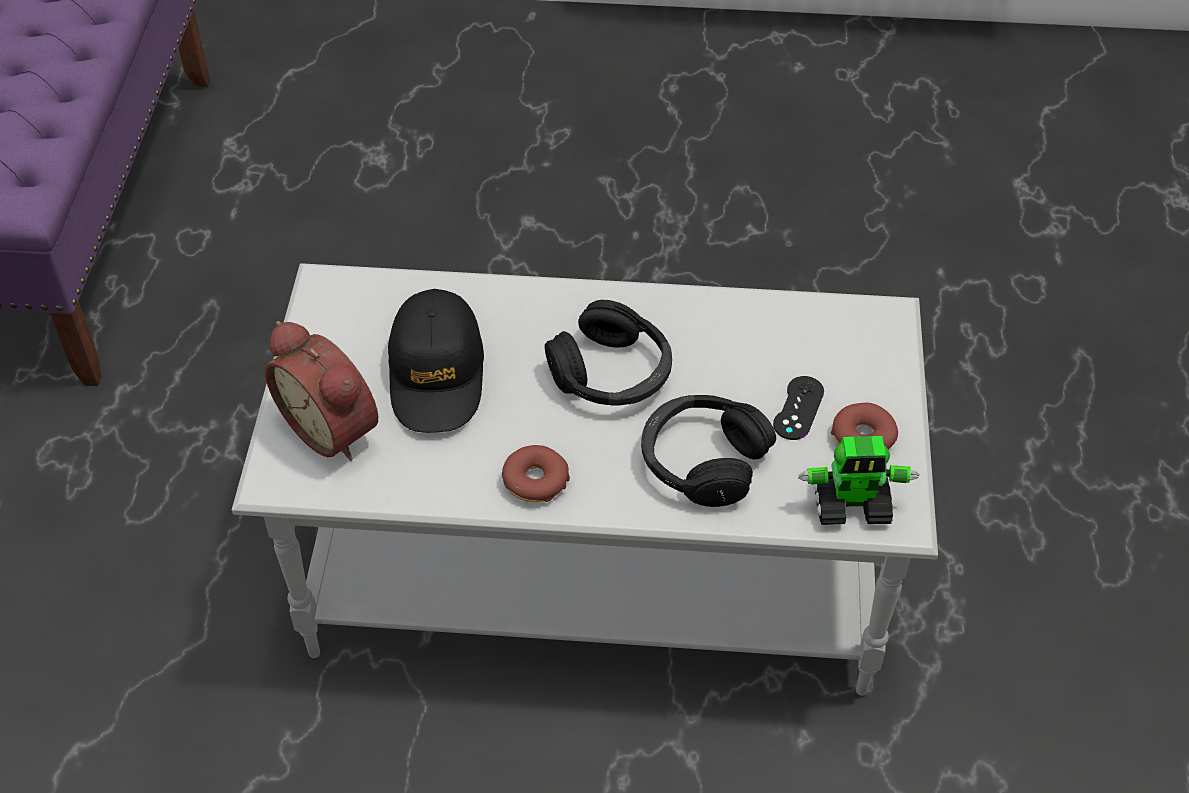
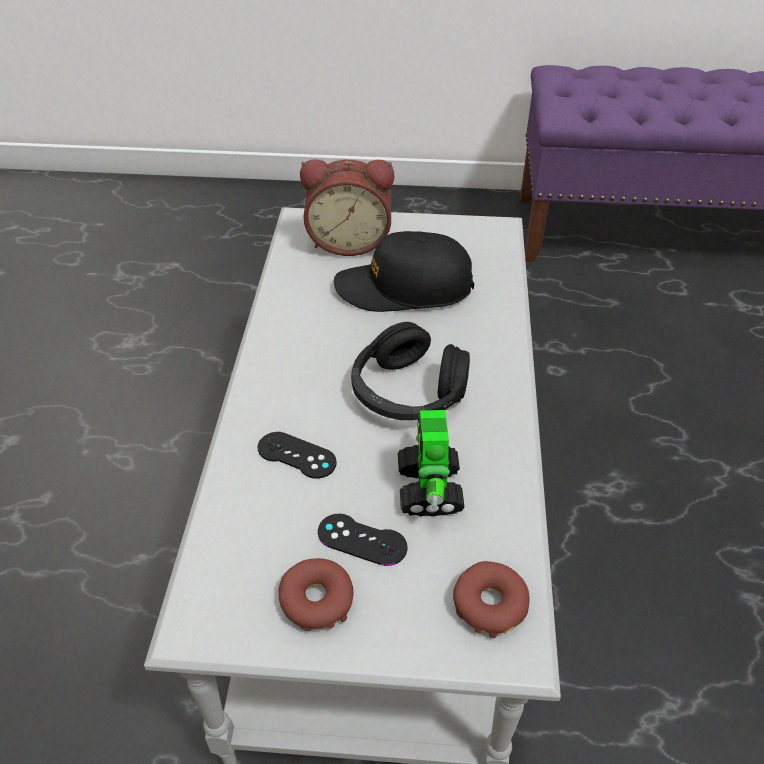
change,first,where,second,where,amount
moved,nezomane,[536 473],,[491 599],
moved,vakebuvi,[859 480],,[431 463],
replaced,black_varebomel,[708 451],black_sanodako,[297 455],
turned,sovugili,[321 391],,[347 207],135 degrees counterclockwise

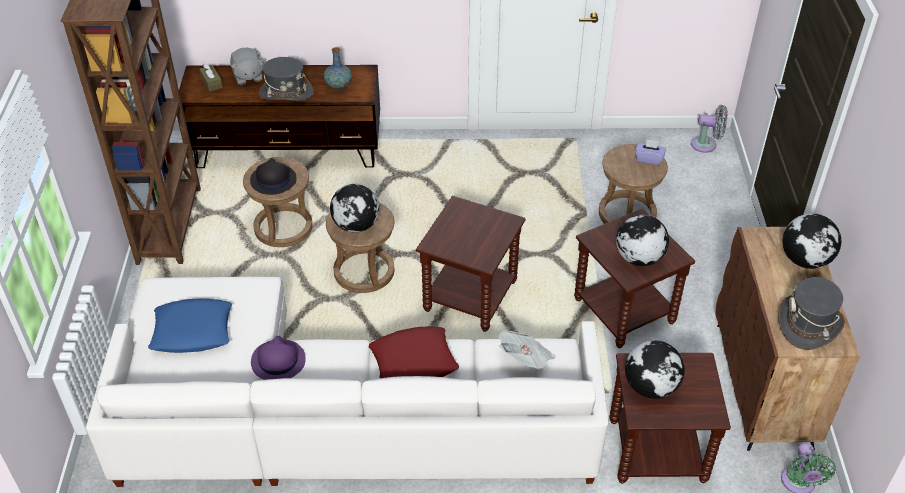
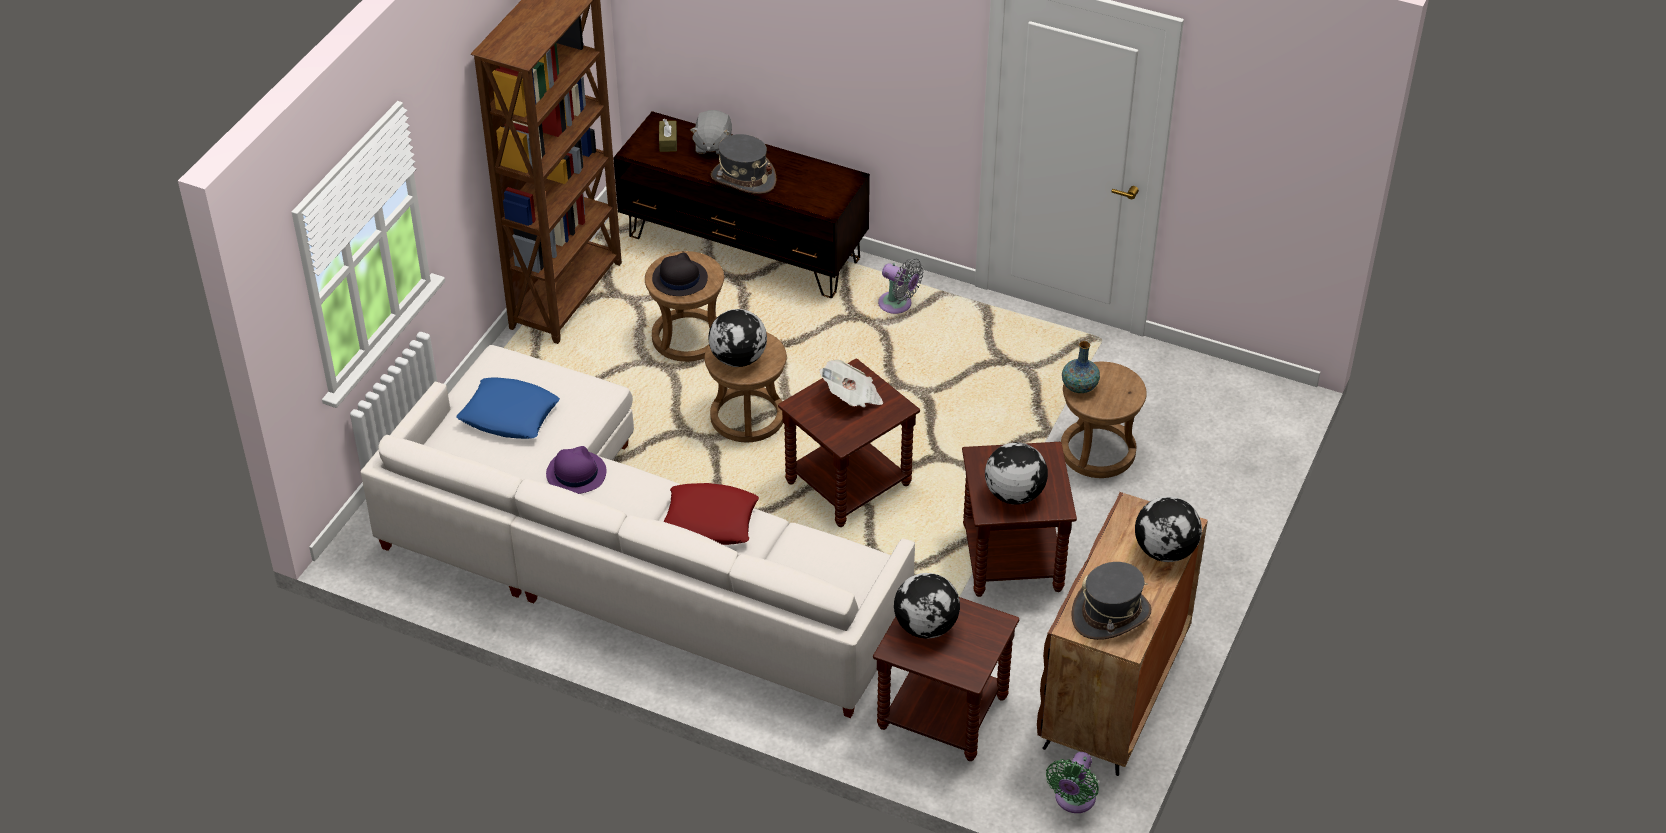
change,first,where,second,where,amount
removed,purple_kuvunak,[650 152],,,
moved,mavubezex,[338 68],,[1081 367],
moved,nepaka,[527 350],,[851 384],
moved,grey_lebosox,[709 129],,[901 286],

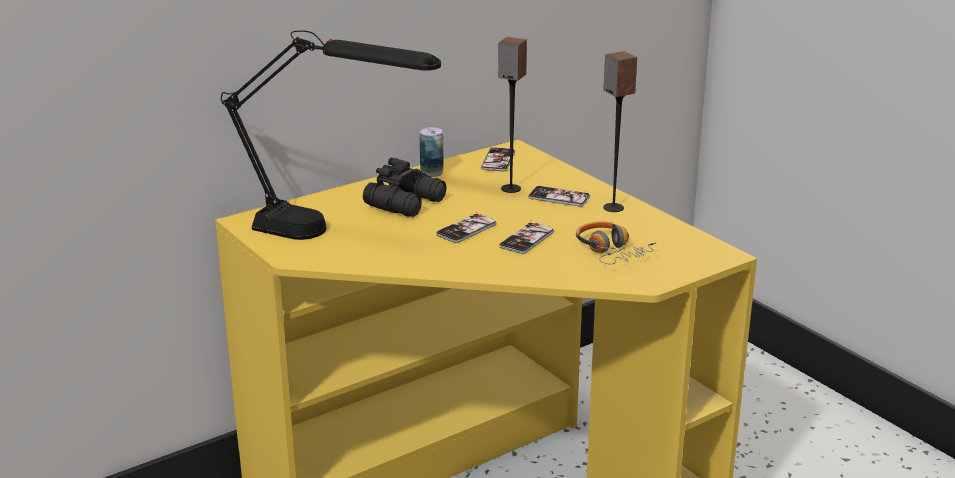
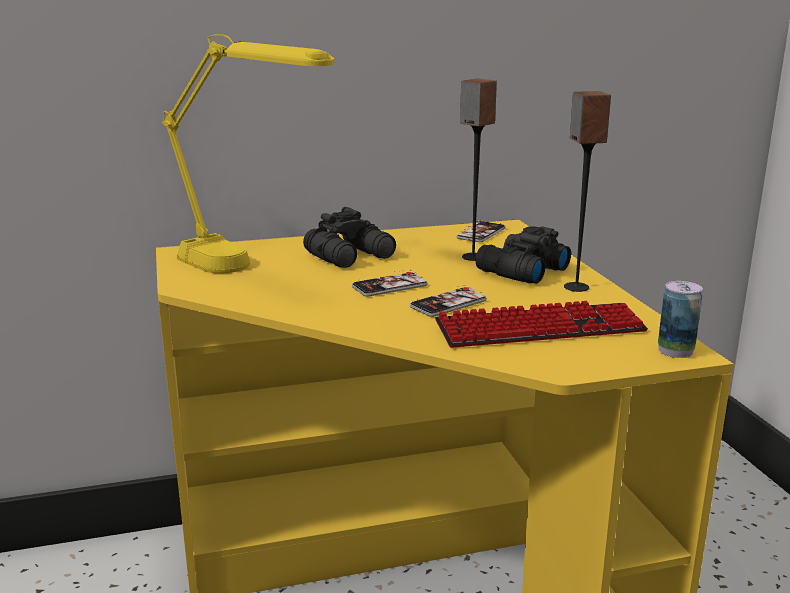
change,first,where,second,where,amount
moved,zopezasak,[432 152],,[680 319],
replaced,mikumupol,[559 196],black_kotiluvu,[523 255],
replaced,varebomel,[616 242],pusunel,[541 324],
recoloured,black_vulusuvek,[331 135],yellow_vulusuvek,[248 153],

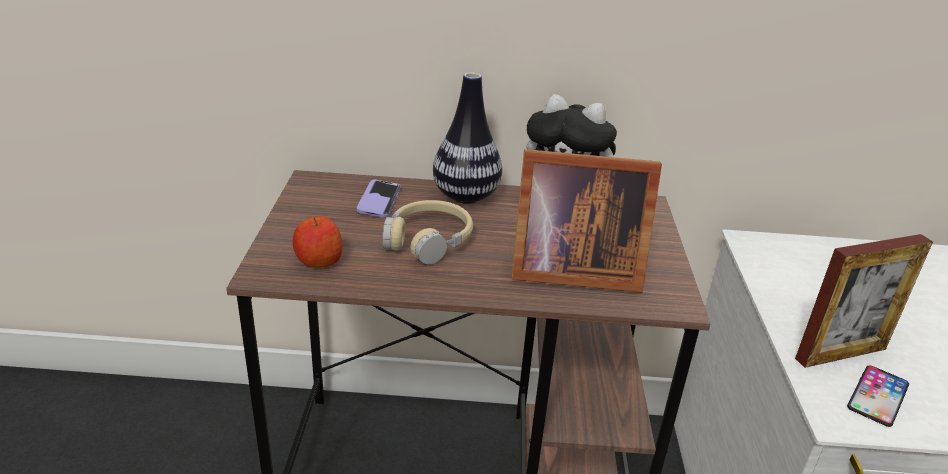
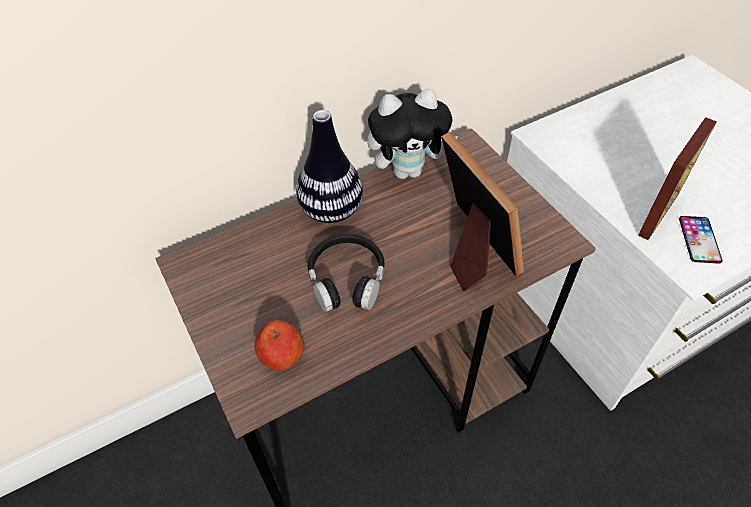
change,first,where,second,where,amount
removed,mikumupol,[378 199],,,
recoloured,beige_varebomel,[427 232],black_varebomel,[346 273],
turned,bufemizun,[586 221],,[482 211],90 degrees counterclockwise

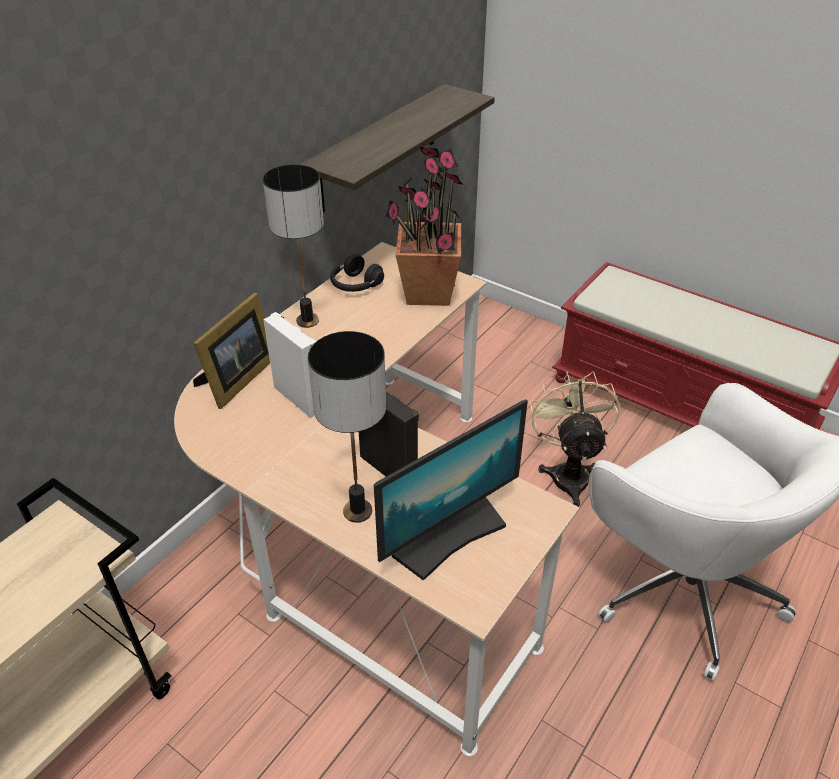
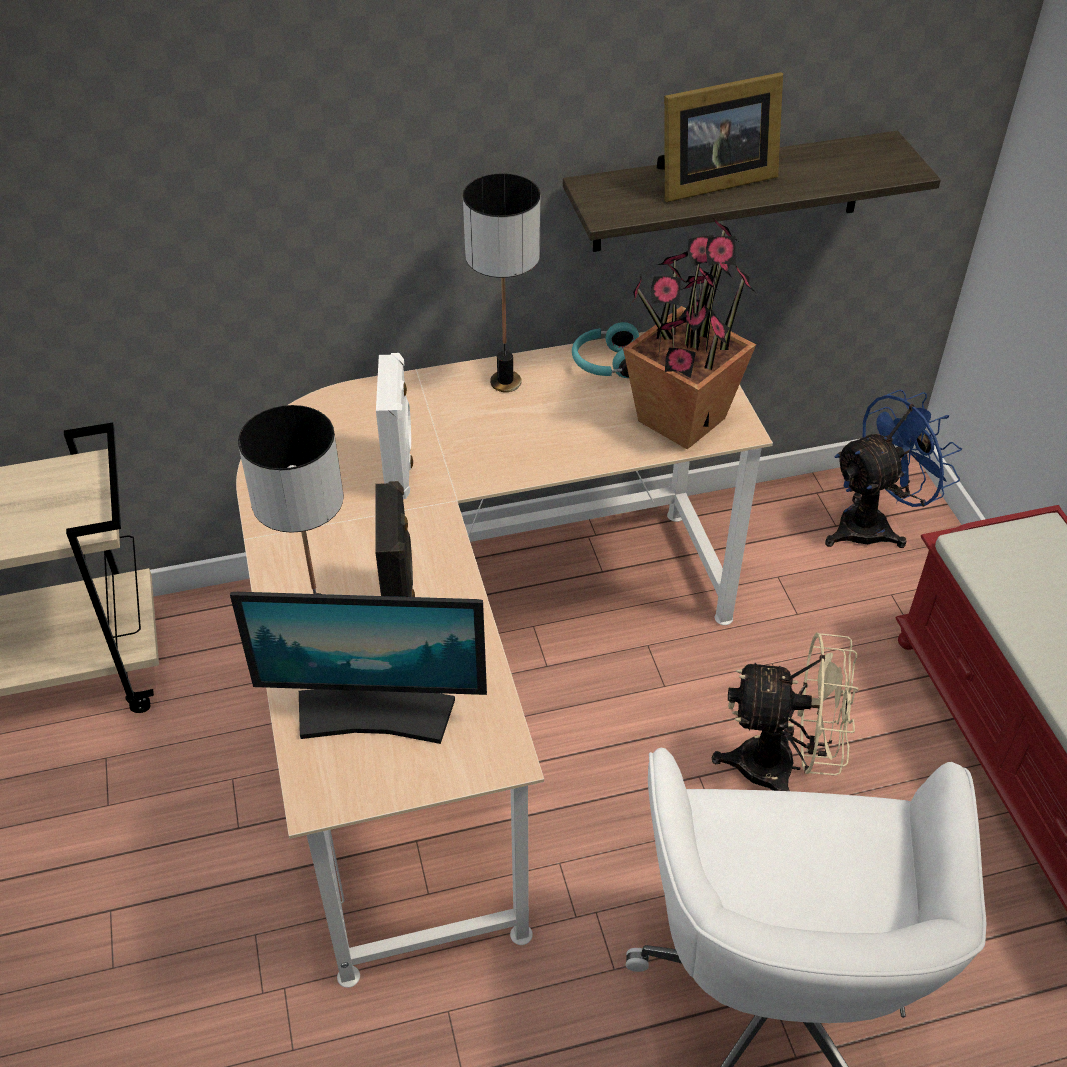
change,first,where,second,where,amount
added,,,blue_lebosox,[893 469],
moved,bufemizun,[231 351],,[720 137],
recoloured,black_varebomel,[357 273],turquoise_varebomel,[605 350],
turned,beige_lebosox,[575 439],,[785 712],60 degrees clockwise

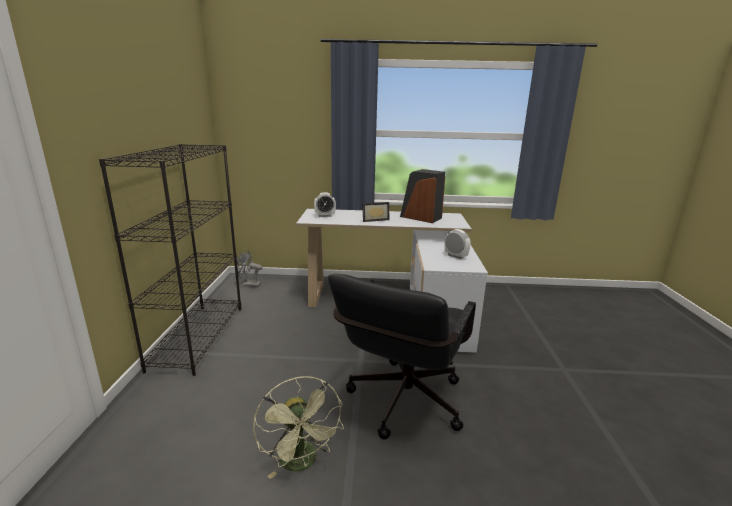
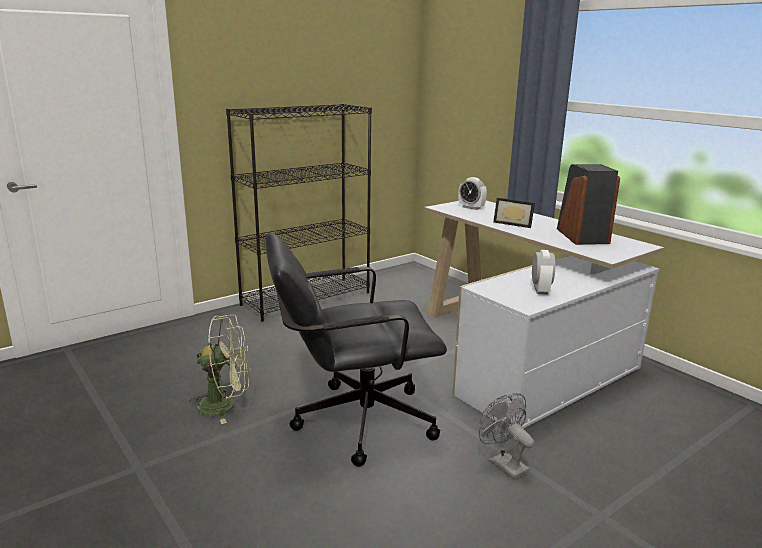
change,first,where,second,where,amount
moved,grey_lebosox,[249 268],,[506 436],
turned,green_lebosox,[298 427],,[220 369],120 degrees counterclockwise

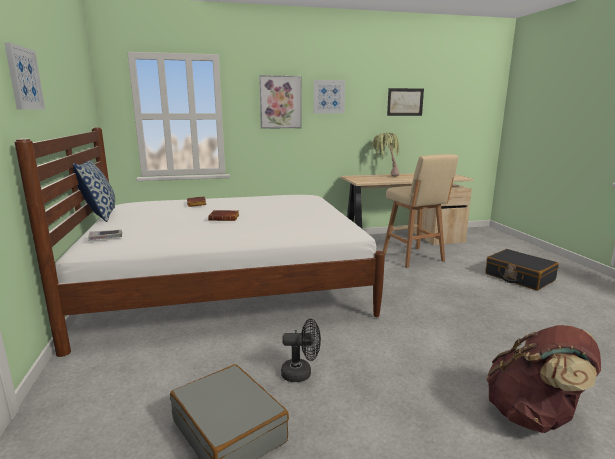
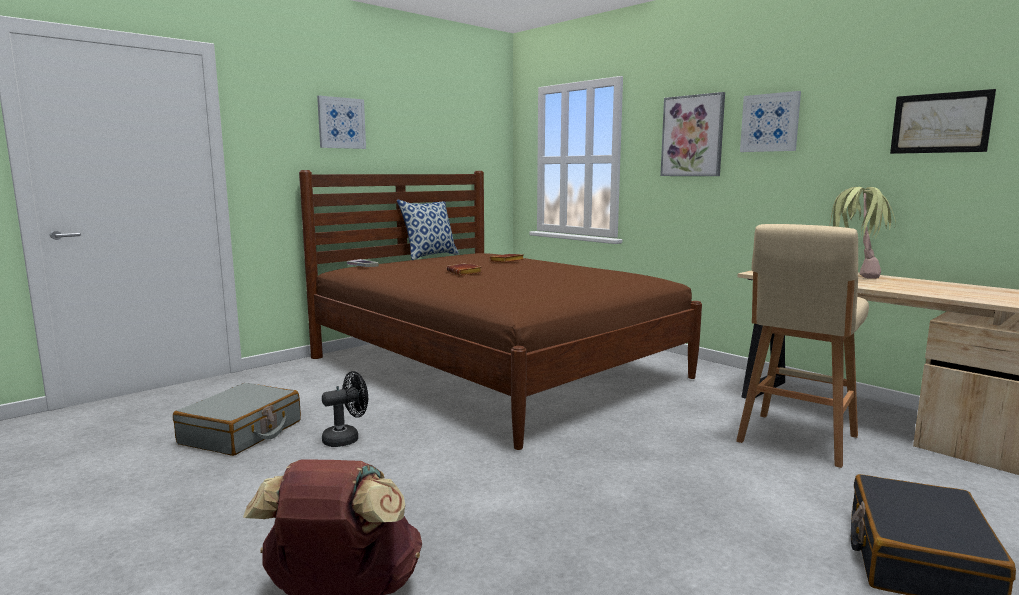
change,first,where,second,where,amount
recoloured,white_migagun,[199 242],brown_migagun,[500 310],
turned,black_lebosox,[301 350],,[345 409],90 degrees counterclockwise

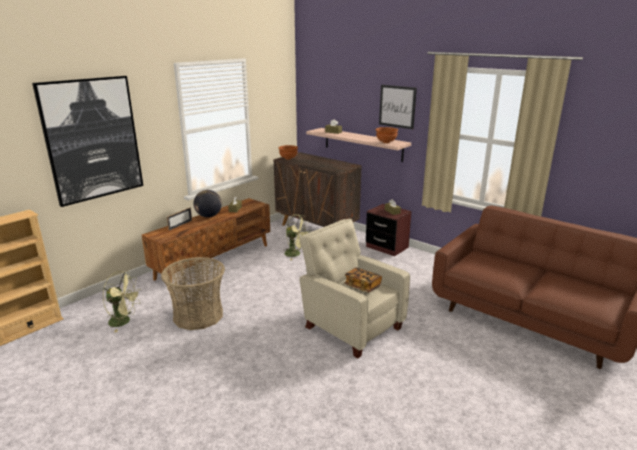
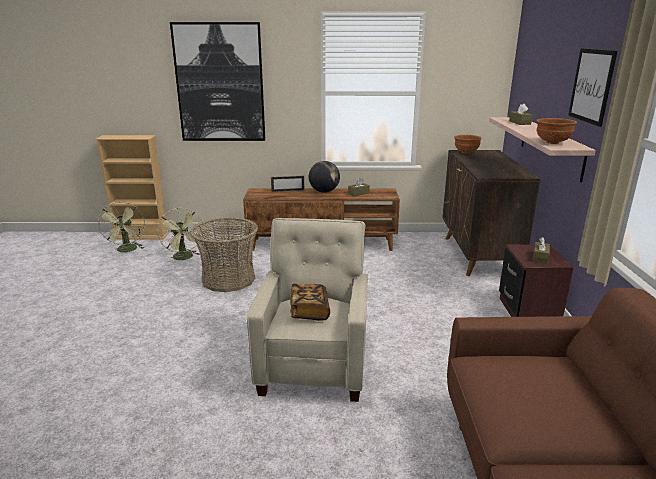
change,first,where,second,where,amount
moved,green_lebosox,[297 237],,[121 227],

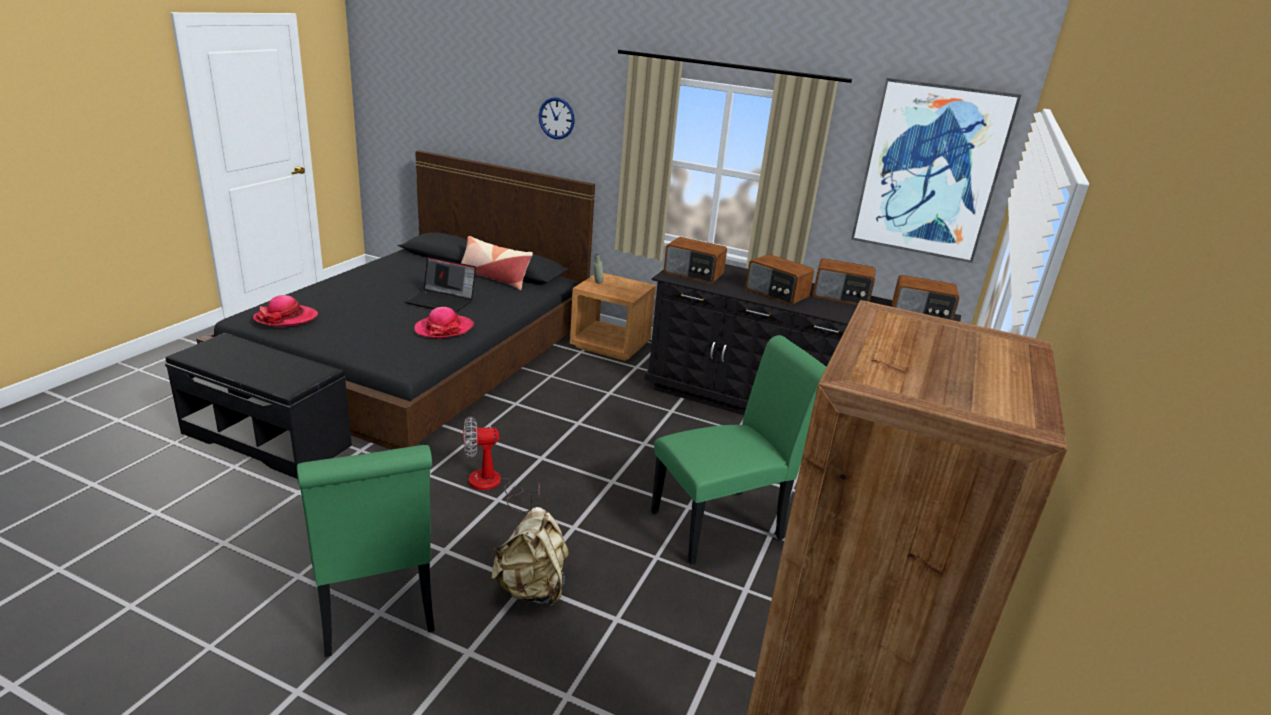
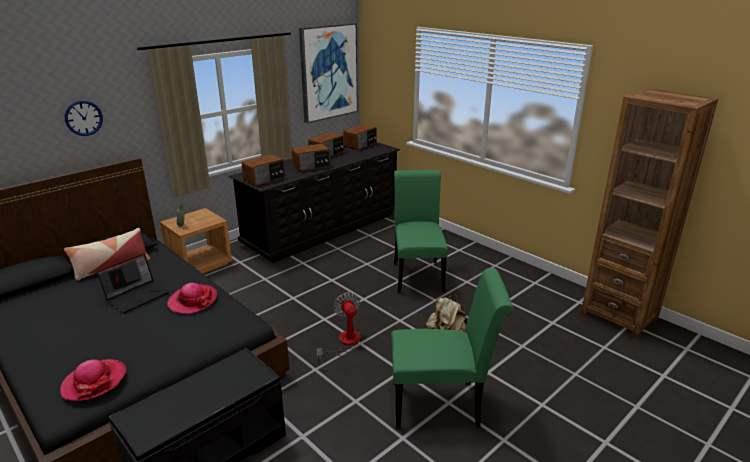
change,first,where,second,where,amount
turned,lebosox,[501 464],,[338 327],150 degrees clockwise

